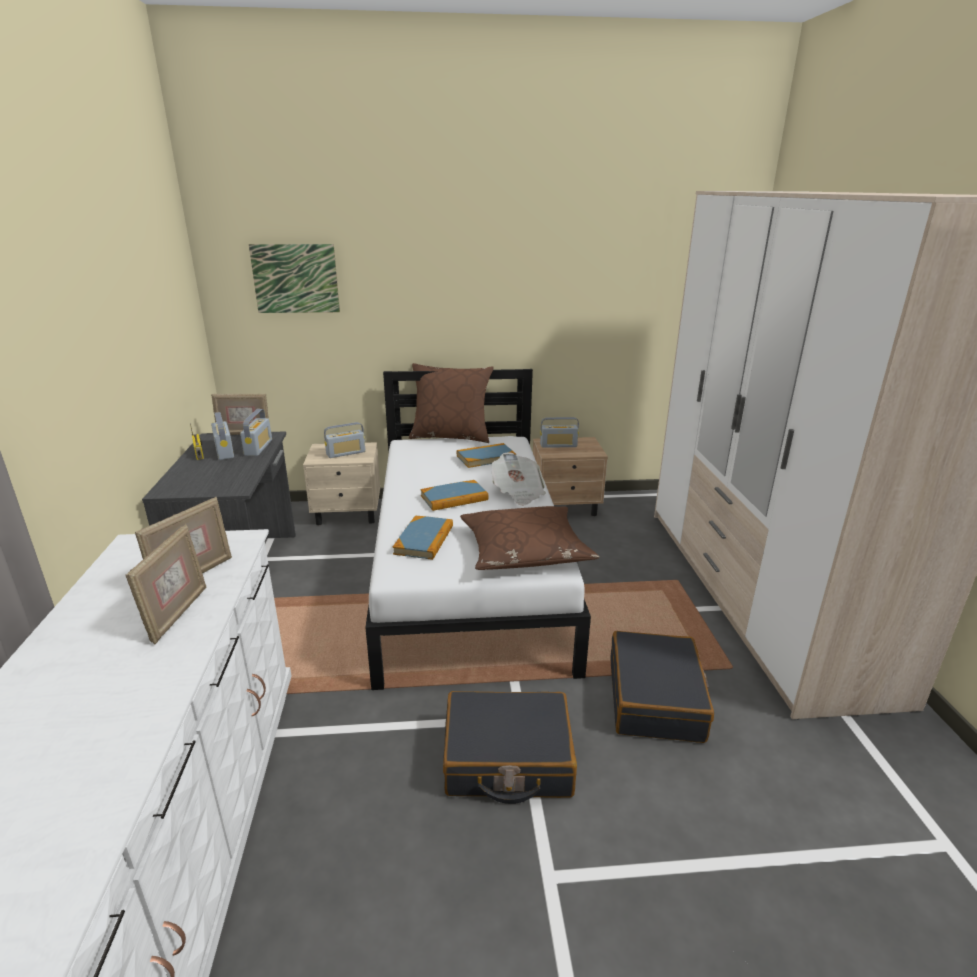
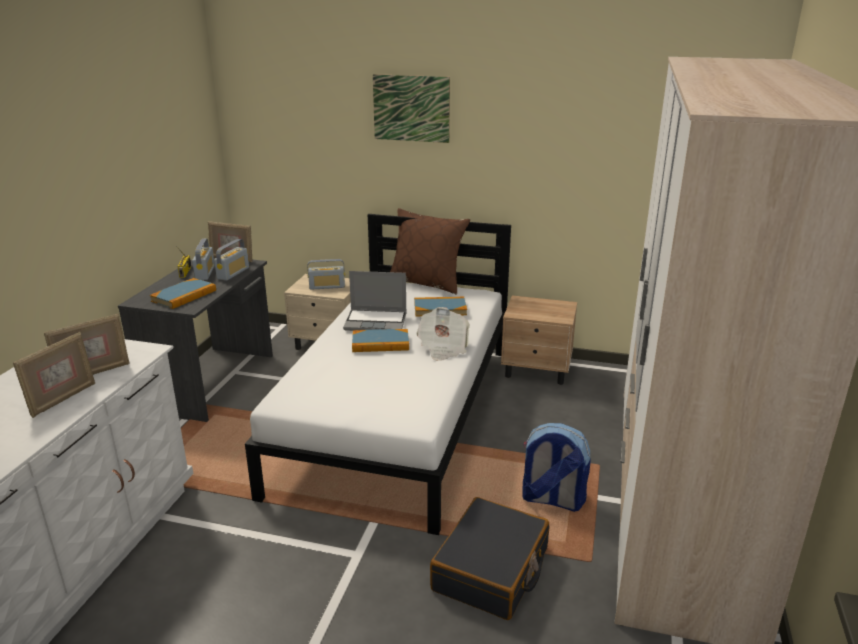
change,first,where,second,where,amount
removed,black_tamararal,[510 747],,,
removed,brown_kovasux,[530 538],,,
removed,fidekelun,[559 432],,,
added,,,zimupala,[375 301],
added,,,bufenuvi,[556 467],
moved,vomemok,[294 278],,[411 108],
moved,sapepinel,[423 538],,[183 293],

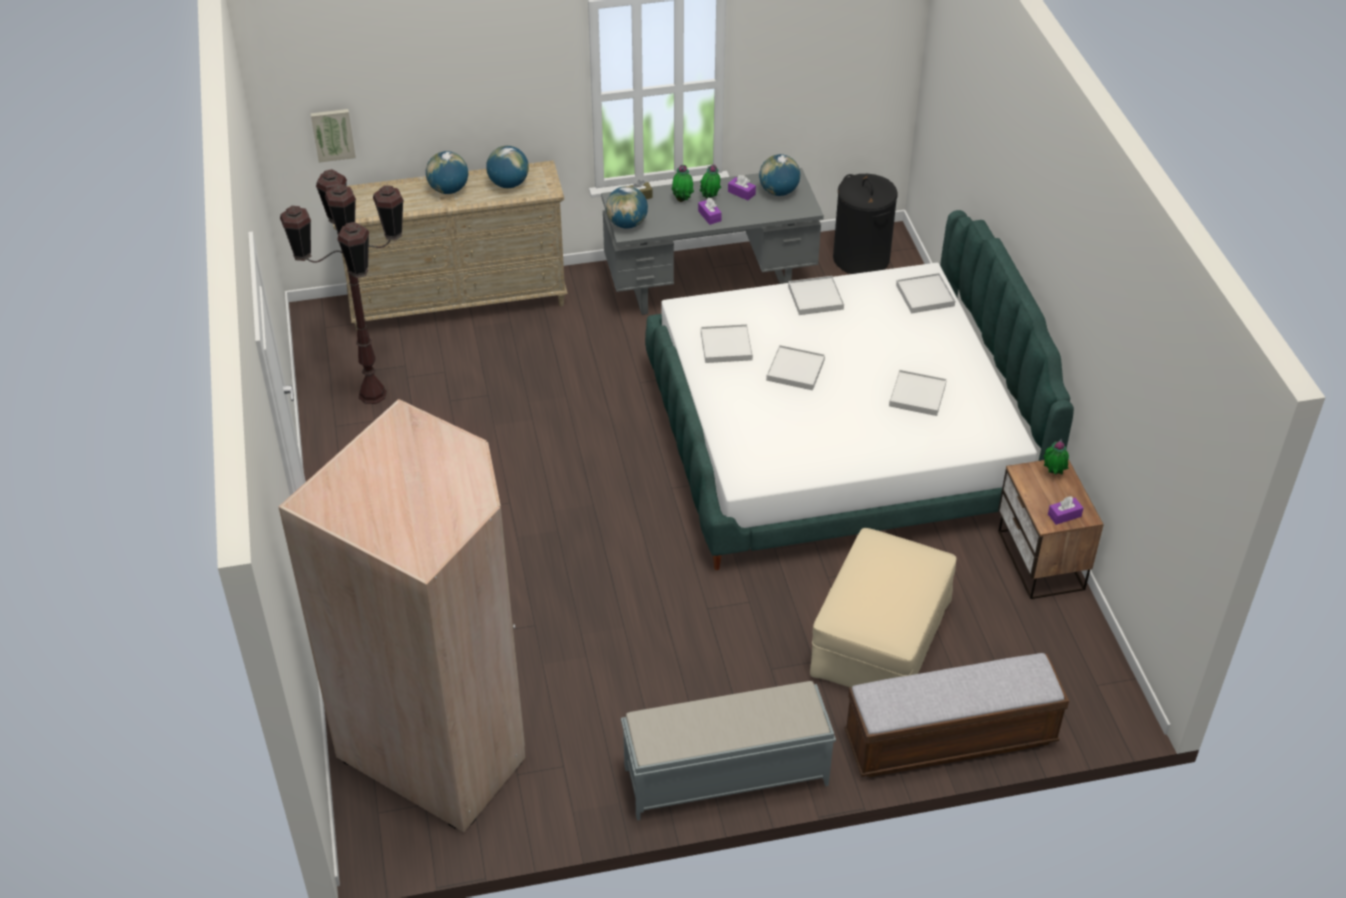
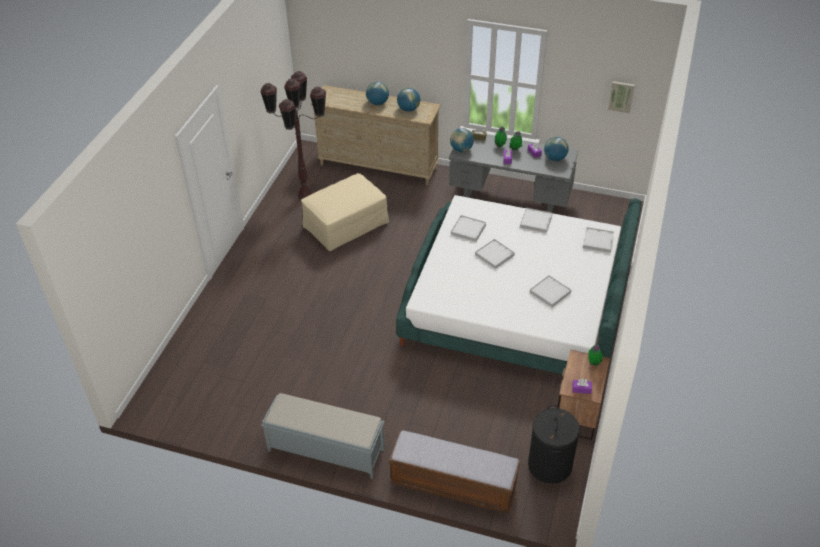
change,first,where,second,where,amount
removed,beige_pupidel,[402 615],,,
moved,vomemok,[333 136],,[621 97],
moved,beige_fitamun,[883 608],,[345 212],
moved,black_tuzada,[865 224],,[554 444],

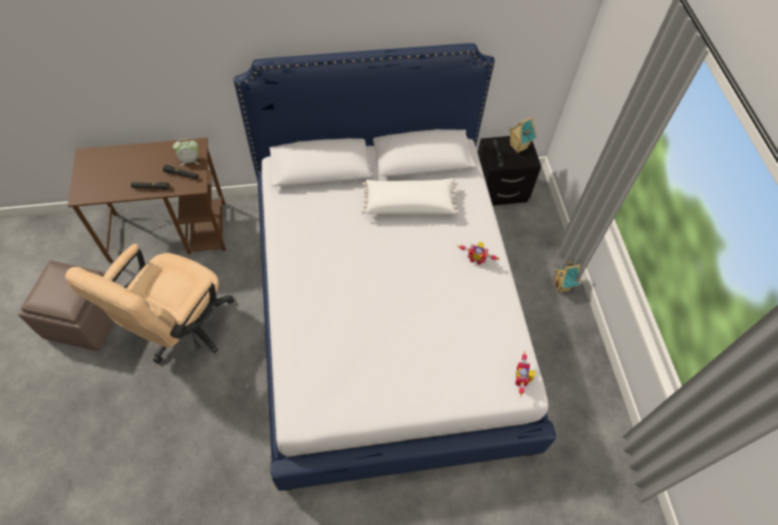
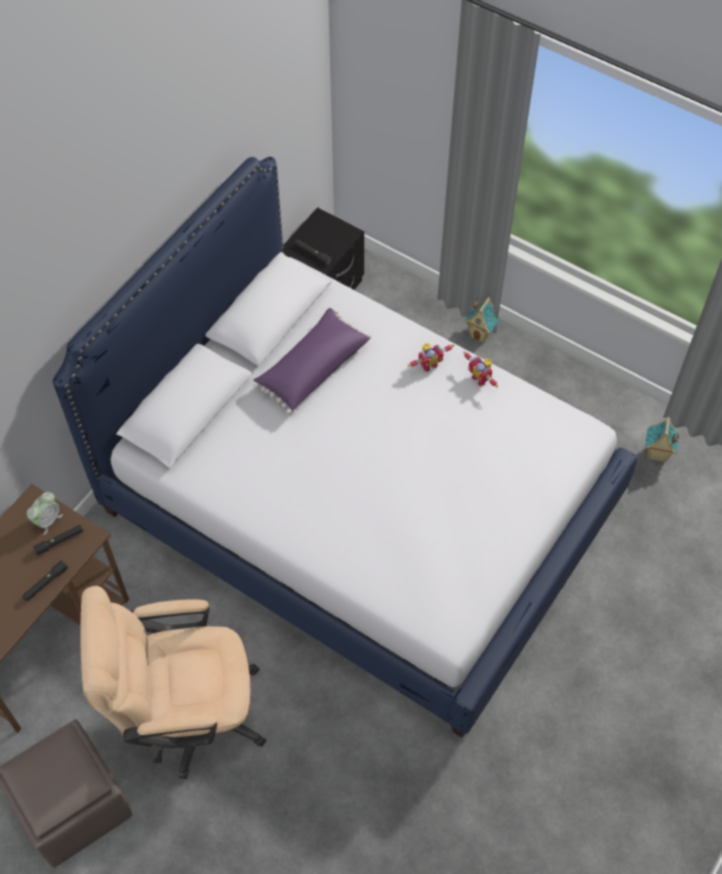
change,first,where,second,where,amount
moved,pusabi,[522 135],,[662 440],
moved,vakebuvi,[525 374],,[480 369],
recoloured,white_kovasux,[410 196],purple_kovasux,[312 361],
turned,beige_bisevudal,[149 303],,[173 682],105 degrees clockwise

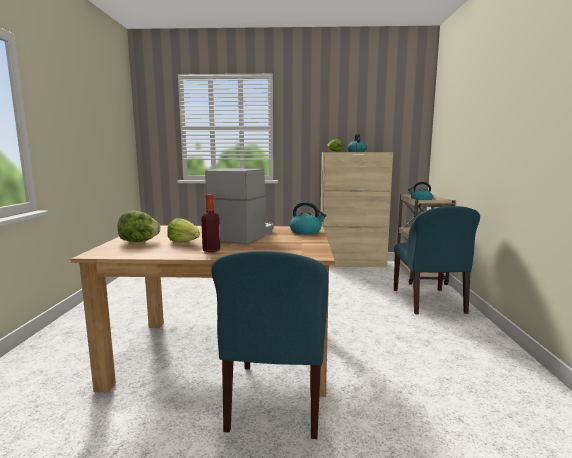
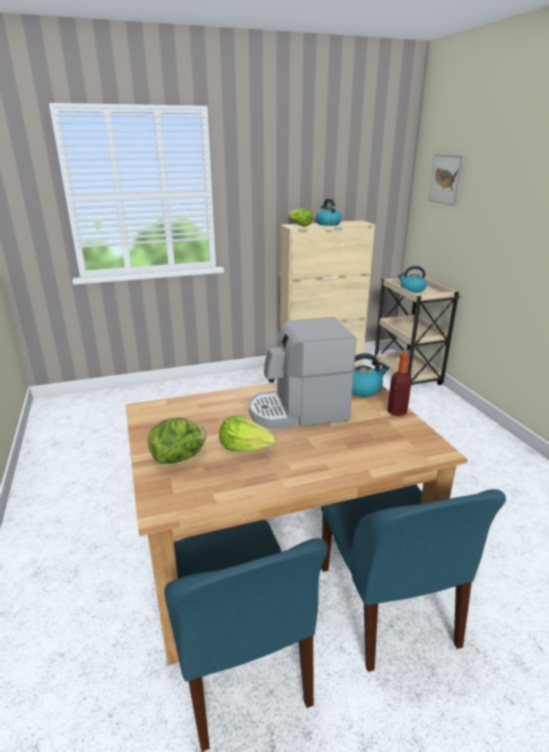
change,first,where,second,where,amount
added,,,vomemok,[446 180],
moved,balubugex,[210 223],,[399 384],
moved,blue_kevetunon,[437 260],,[246 636],
turned,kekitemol,[239 206],,[302 373],105 degrees counterclockwise

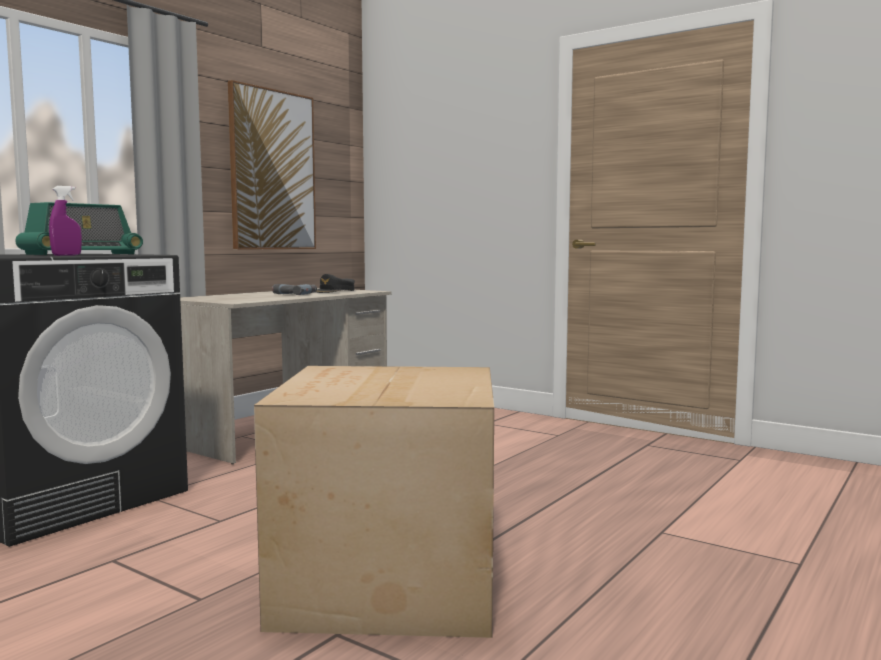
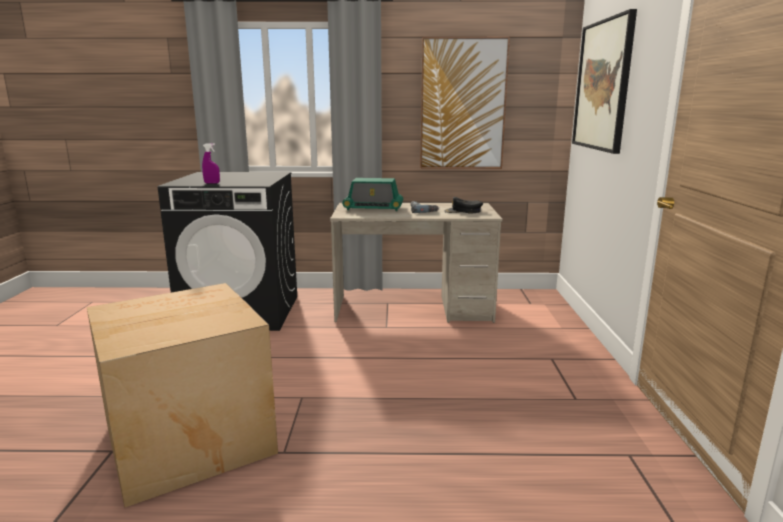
change,first,where,second,where,amount
added,,,vomemok,[604 81],
moved,fidekelun,[79 228],,[372 194],

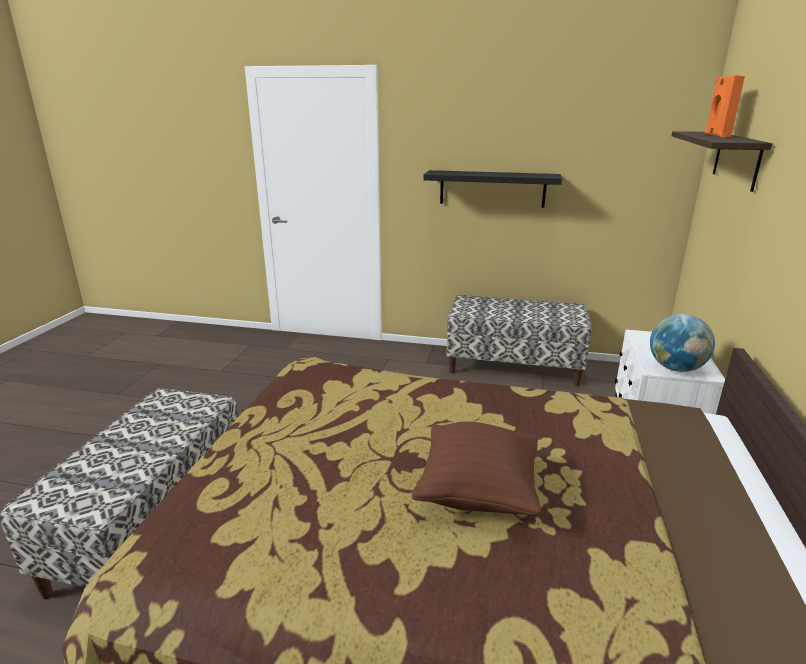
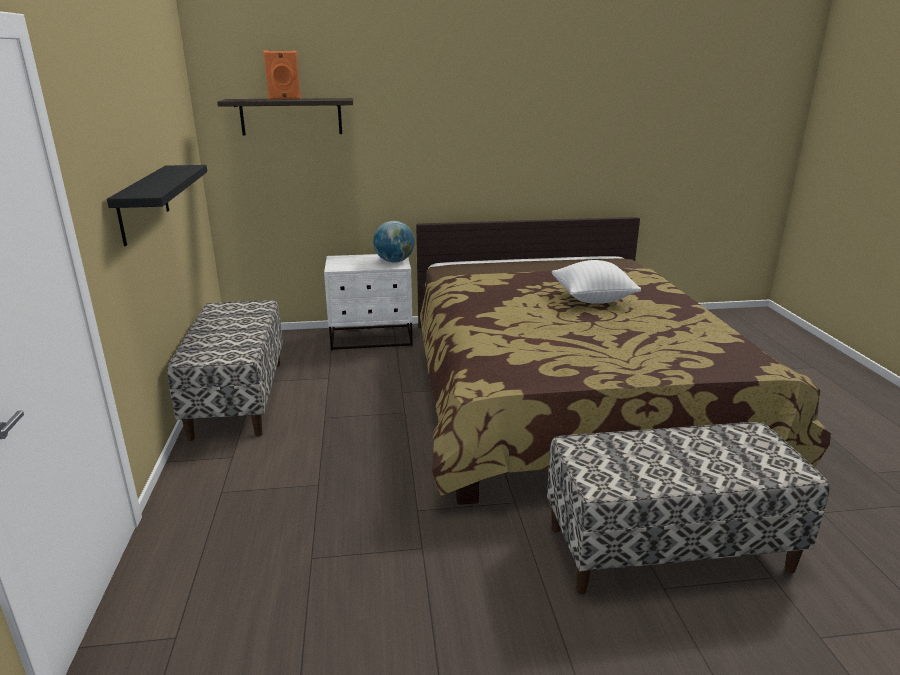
change,first,where,second,where,amount
recoloured,brown_kovasux,[476 468],white_kovasux,[596 281],

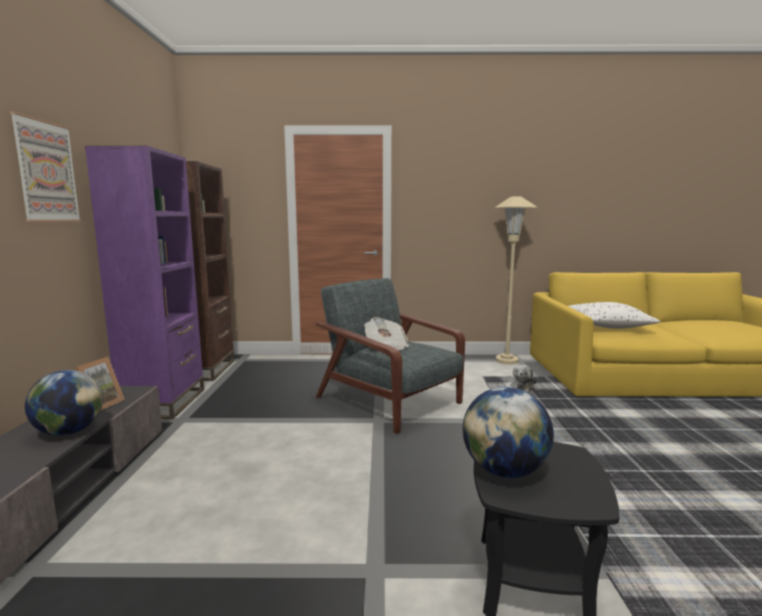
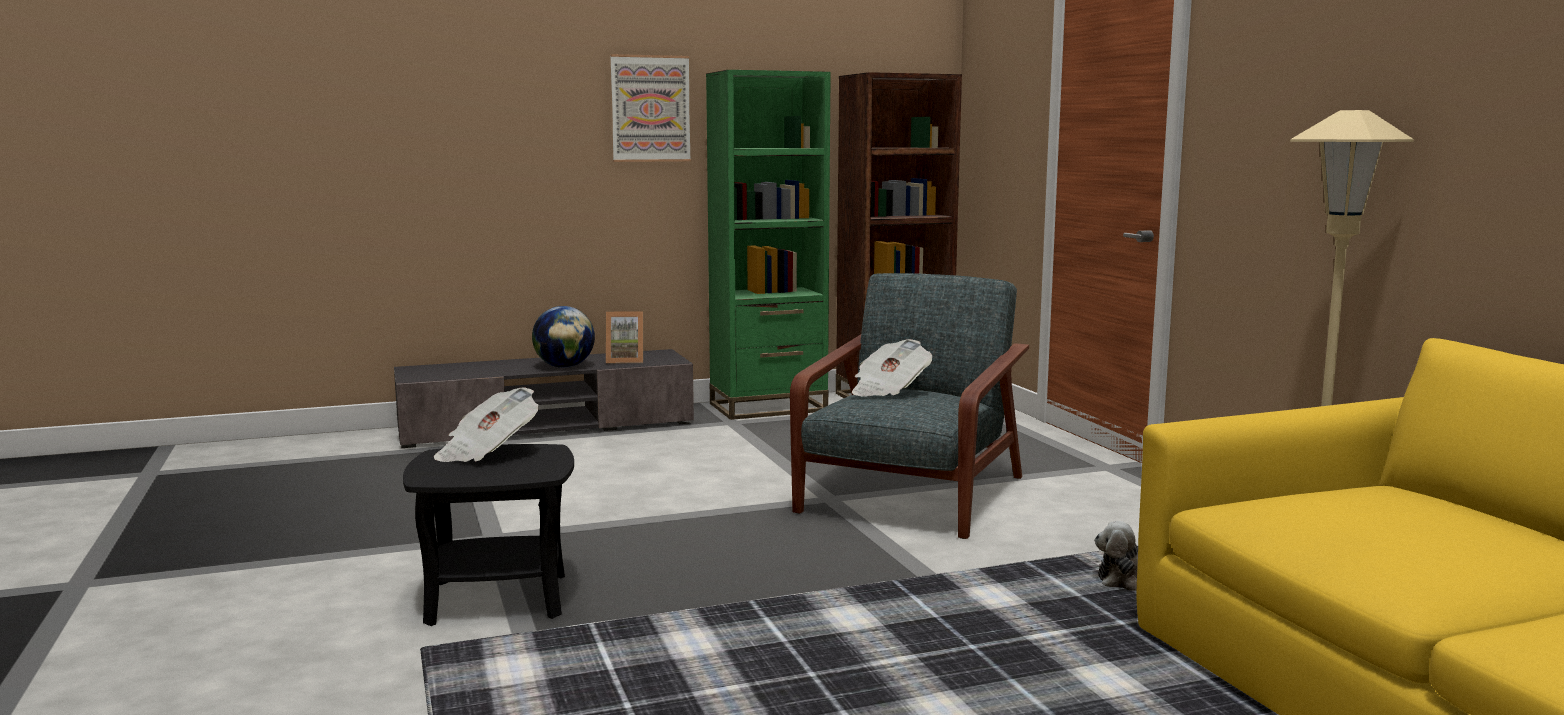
change,first,where,second,where,amount
removed,white_kovasux,[614 315],,,
replaced,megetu,[508 432],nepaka,[486 424],
recoloured,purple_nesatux,[144 282],green_nesatux,[768 245],

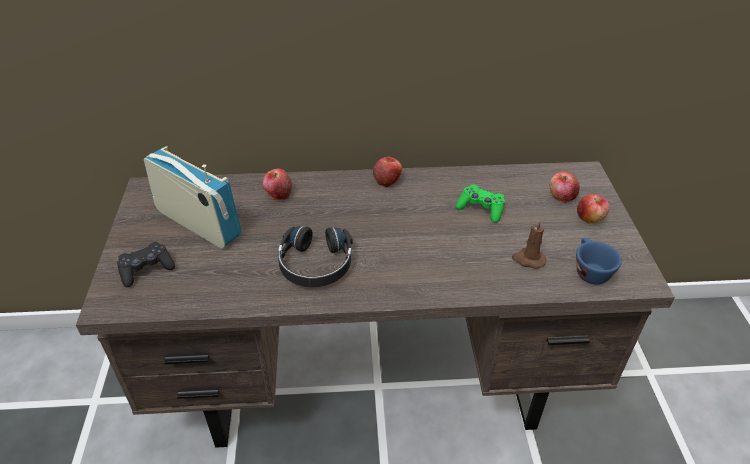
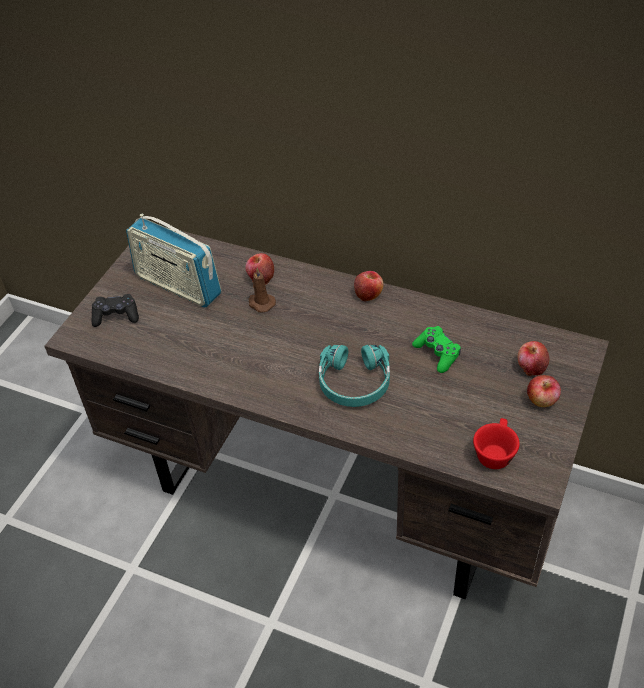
change,first,where,second,where,amount
removed,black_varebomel,[315 256],,,
added,,,turquoise_varebomel,[354 376],
moved,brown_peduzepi,[529 244],,[262 290],
recoloured,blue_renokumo,[599 261],red_renokumo,[496 443],
turned,fidekelun,[193 197],,[174 260],150 degrees clockwise

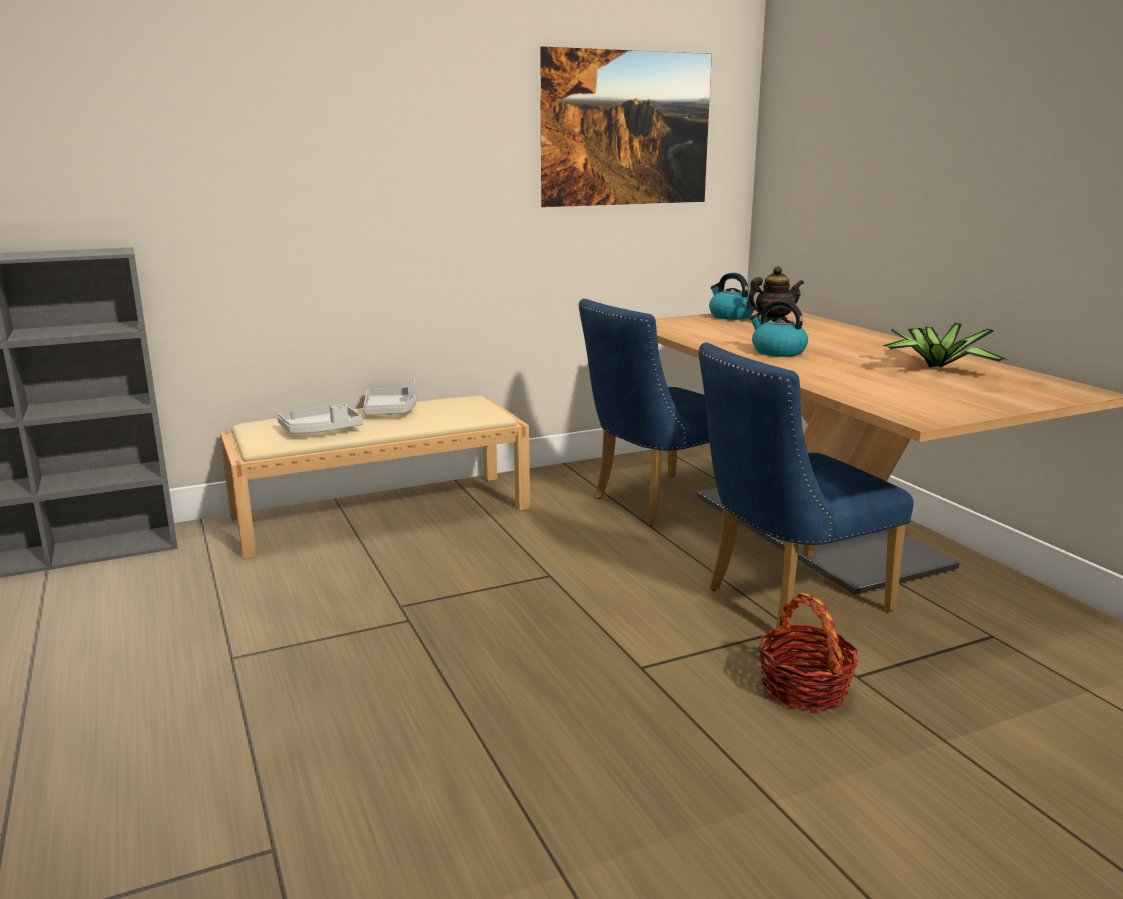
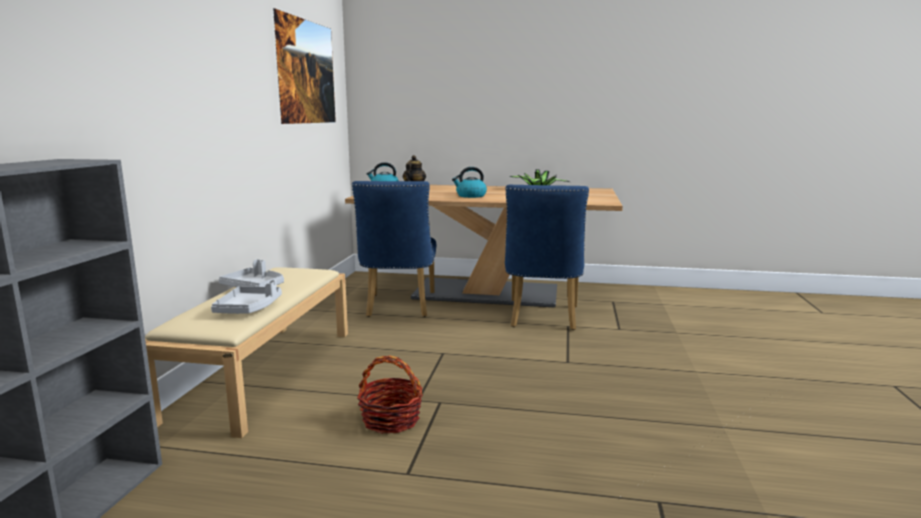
change,first,where,second,where,amount
moved,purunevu,[808 652],,[390 394],

